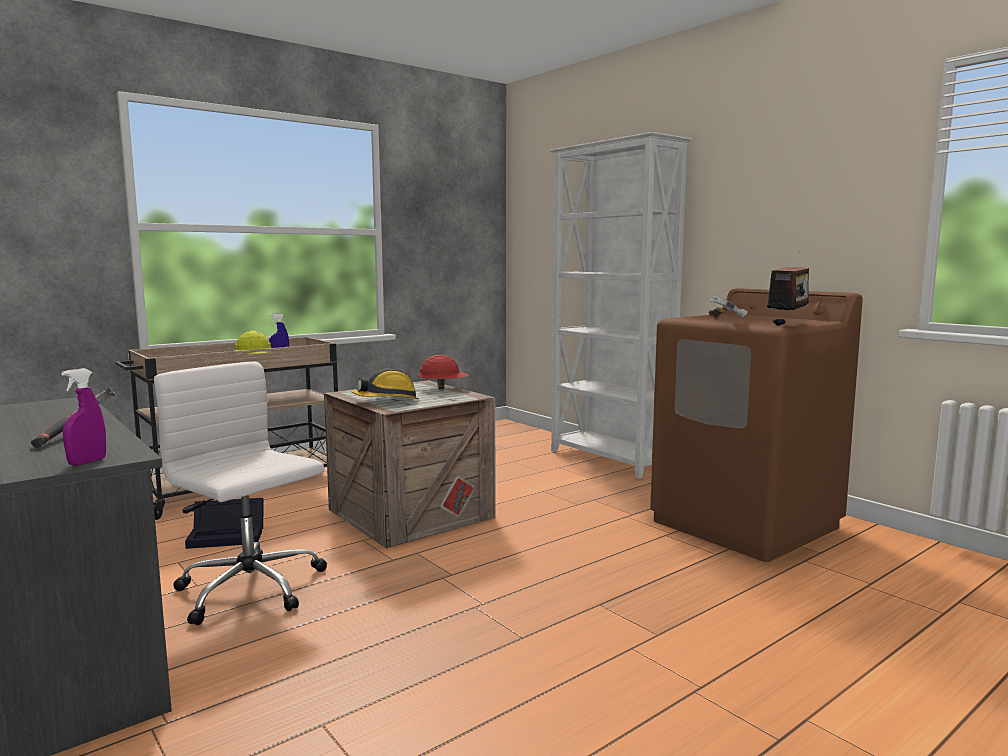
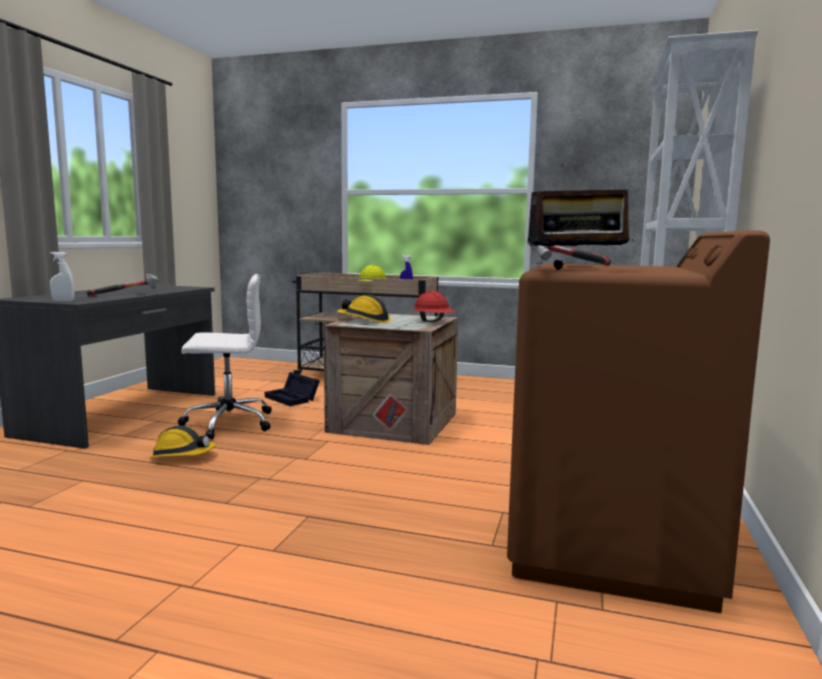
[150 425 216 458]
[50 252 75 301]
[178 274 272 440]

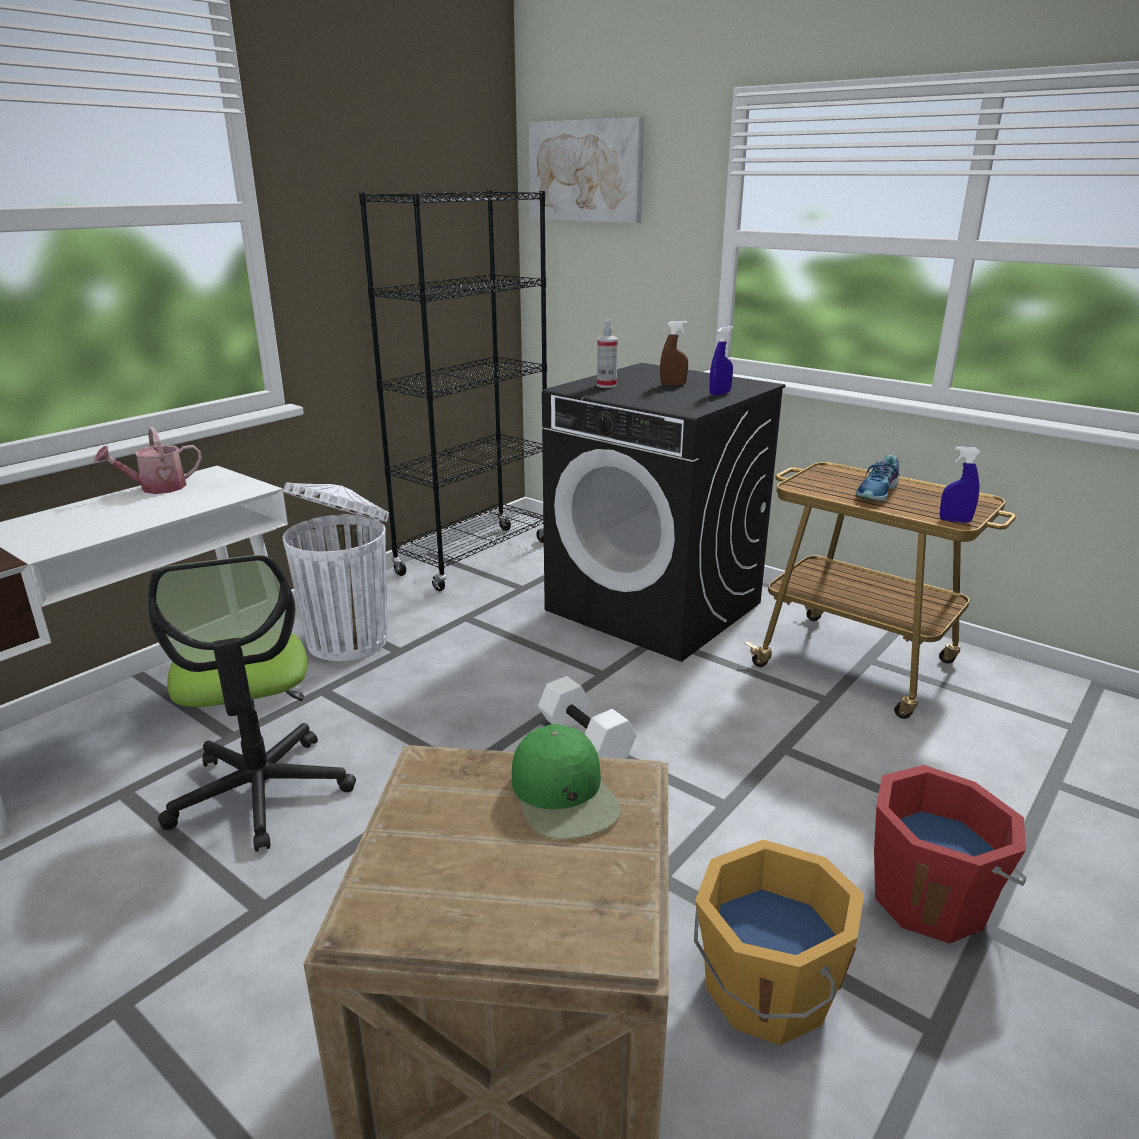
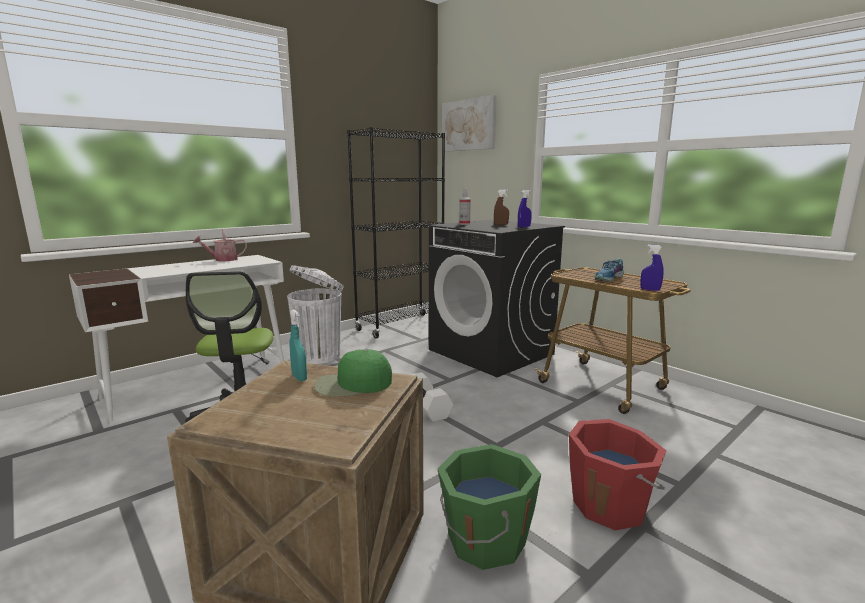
[290 309 307 381]
[437 444 541 570]
[314 349 392 397]

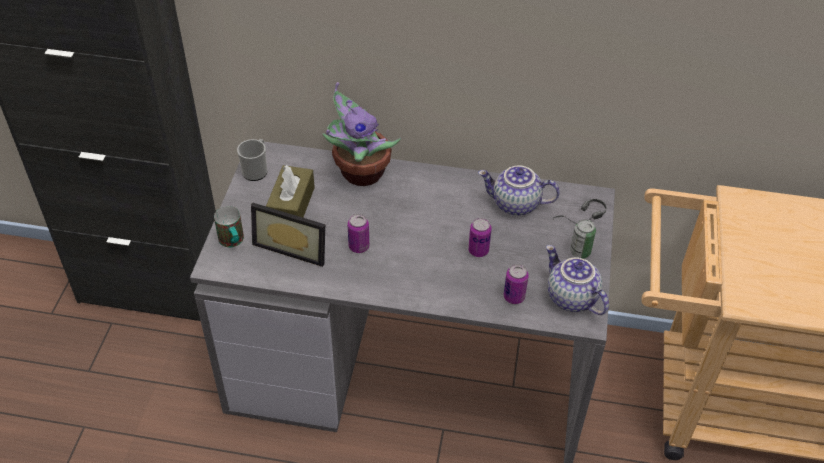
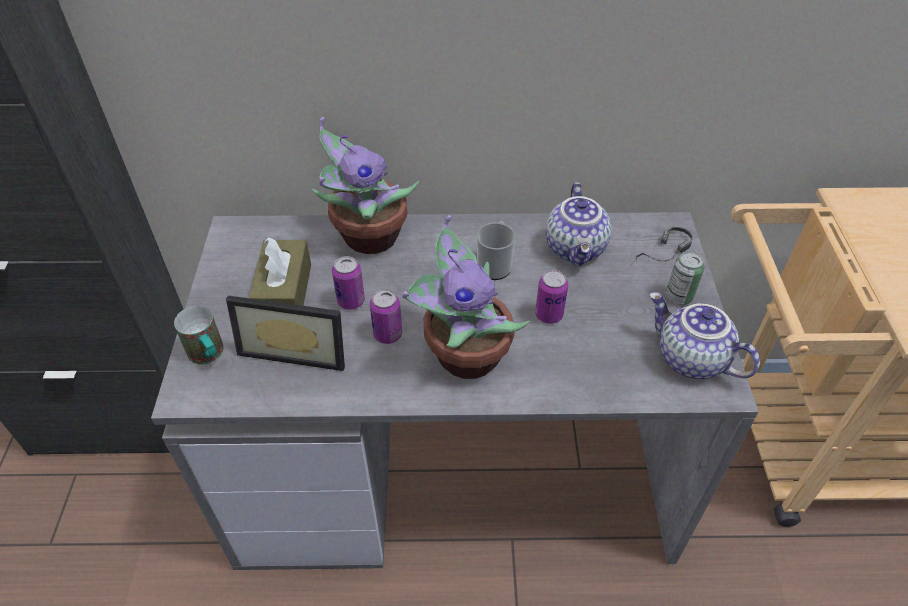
[402 215 530 379]
[476 221 516 280]
[332 256 365 310]
[546 182 611 266]

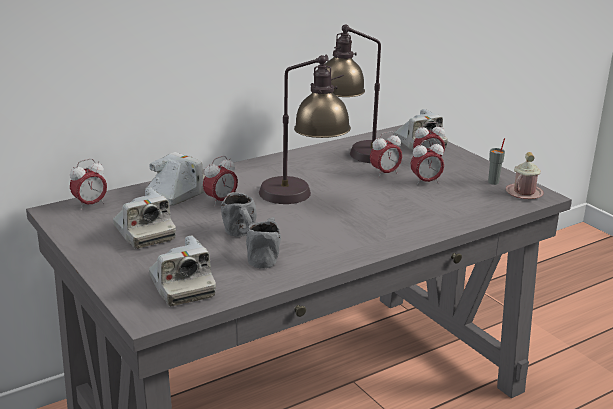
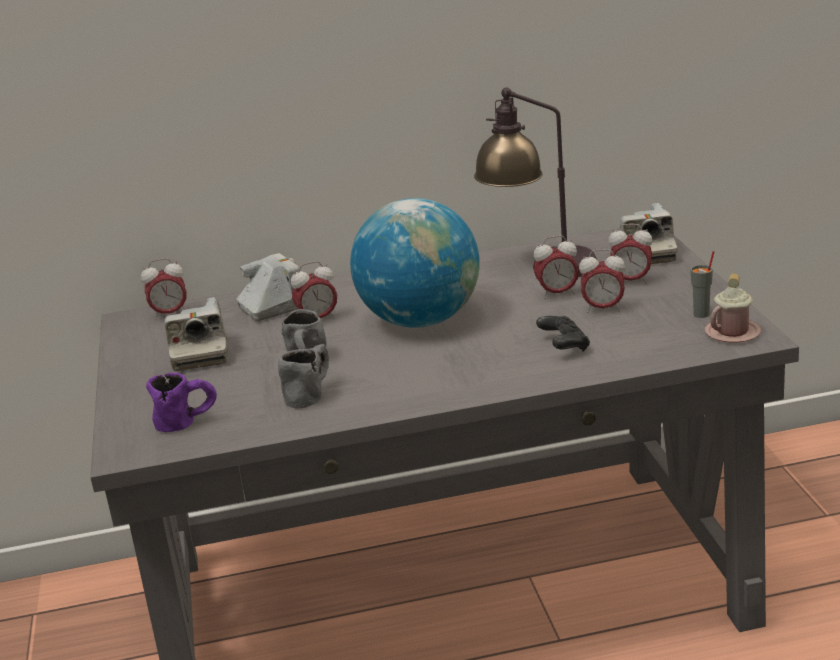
[536 316 590 352]
[146 373 217 432]
[350 198 480 328]

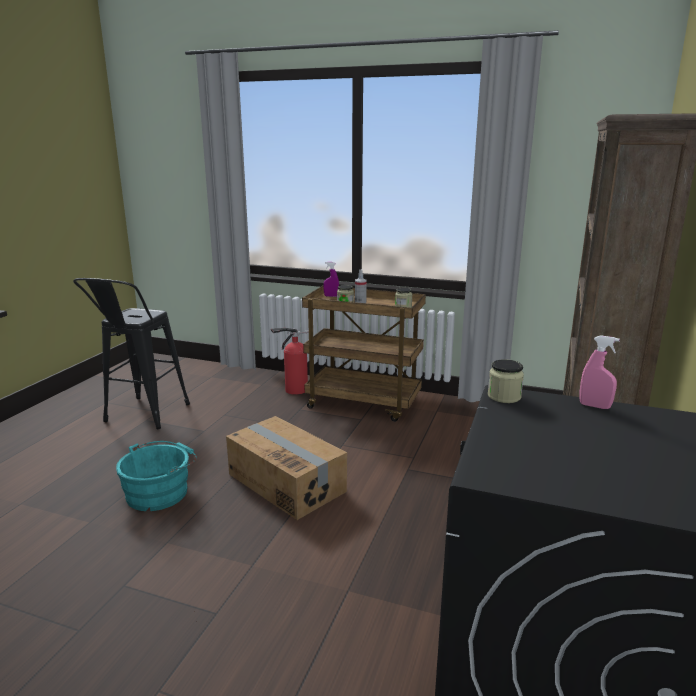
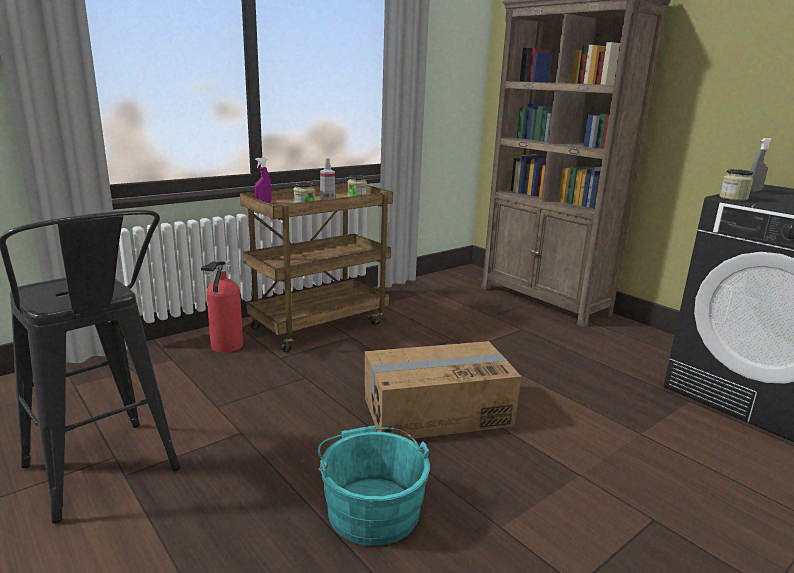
[750 138 773 192]

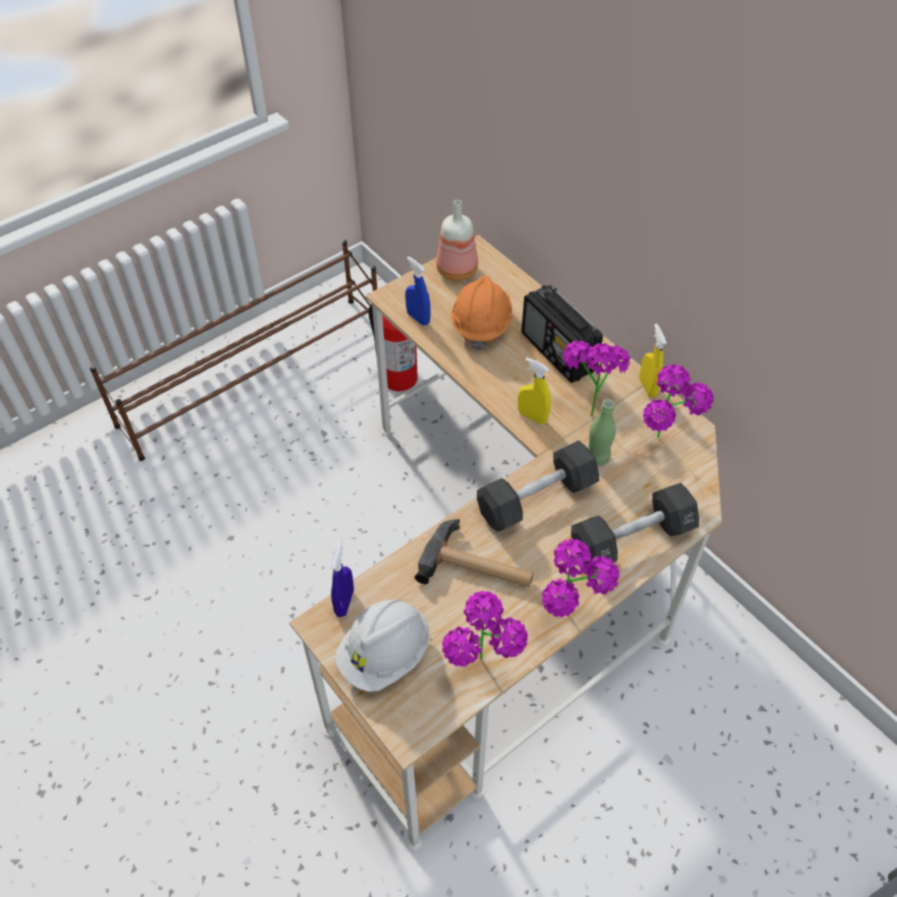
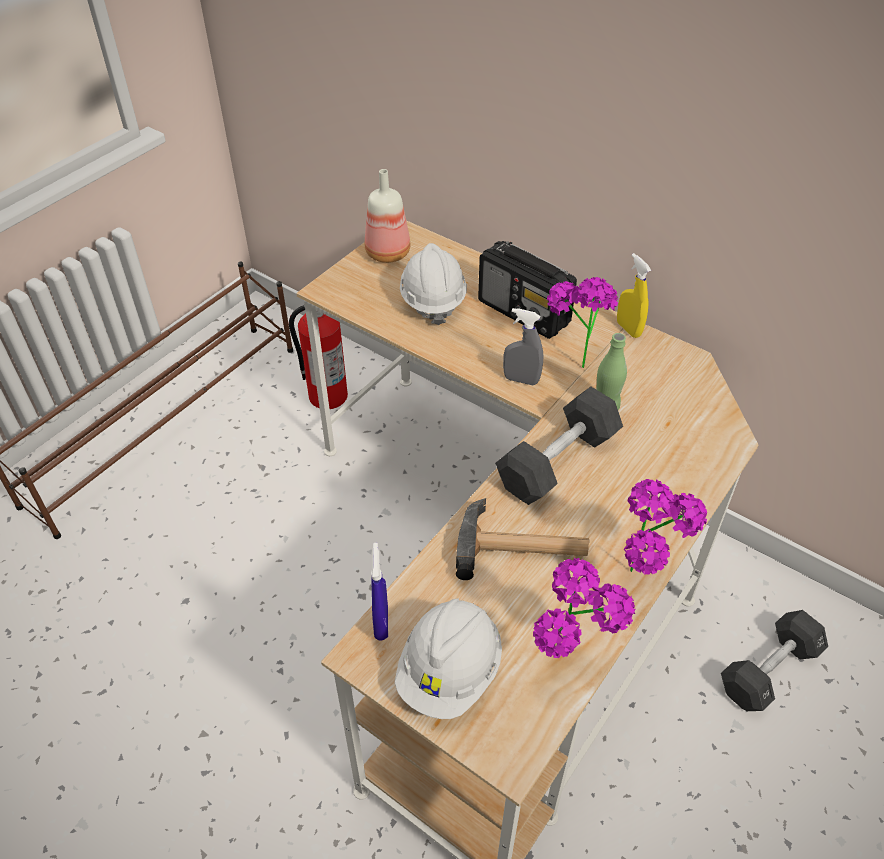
[405 256 431 326] (first image)
[643 364 714 438] (first image)
[721 610 828 711]
[400 243 467 325]
[503 308 543 385]

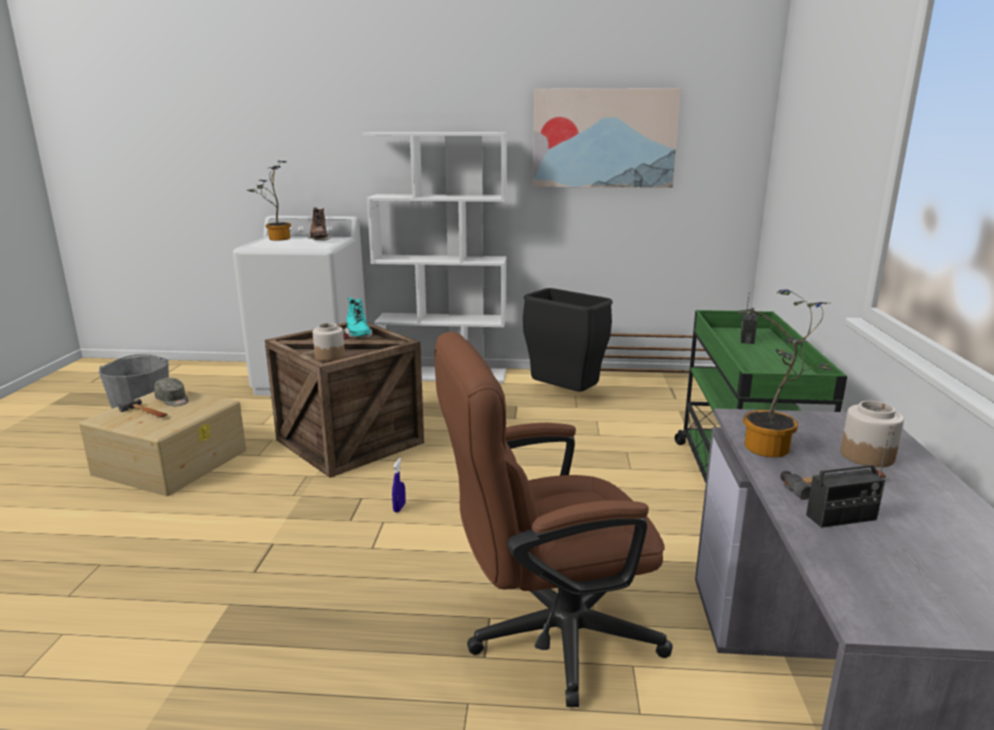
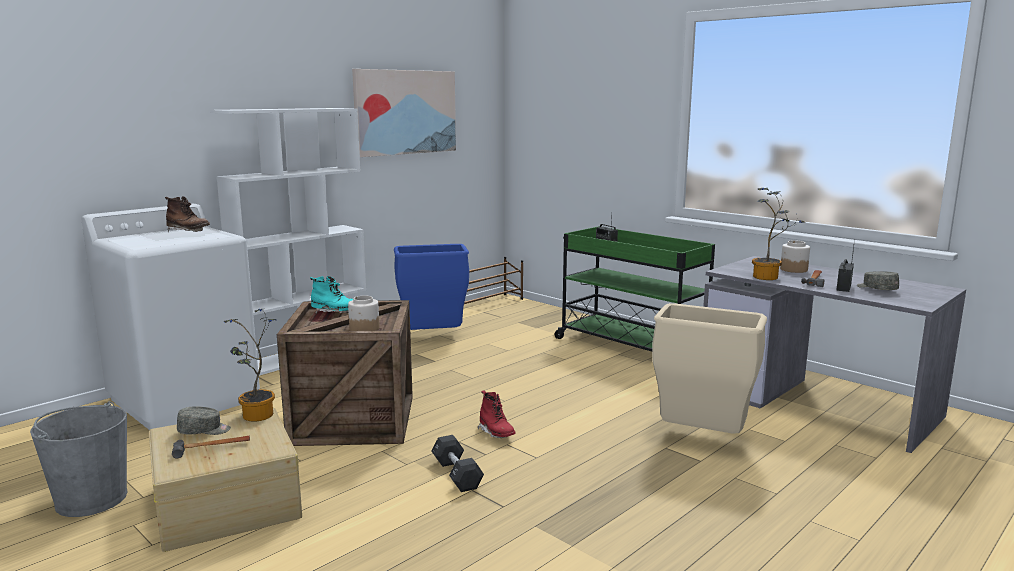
[432 435 484 492]
[857 271 899 290]
[224 309 276 421]
[478 390 515 438]
[652 303 767 434]
[394 244 469 330]

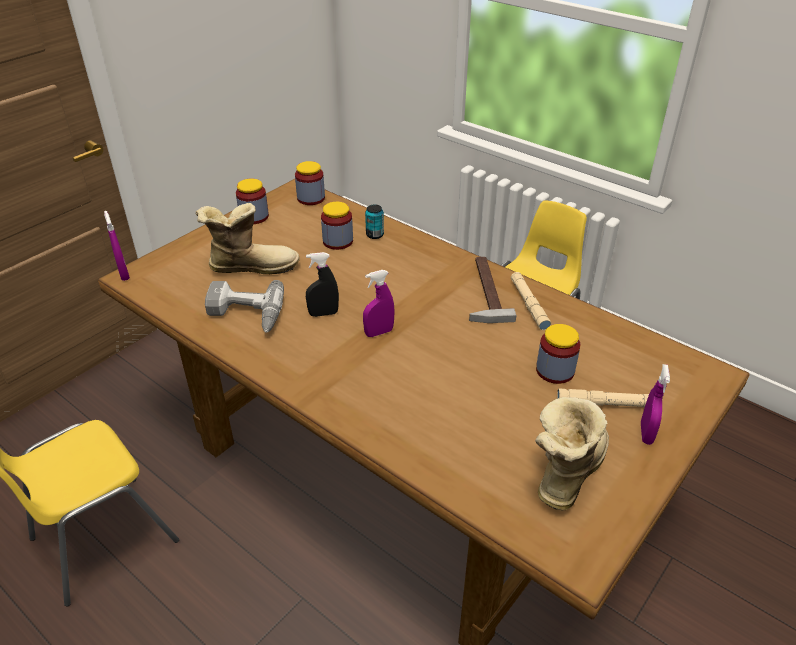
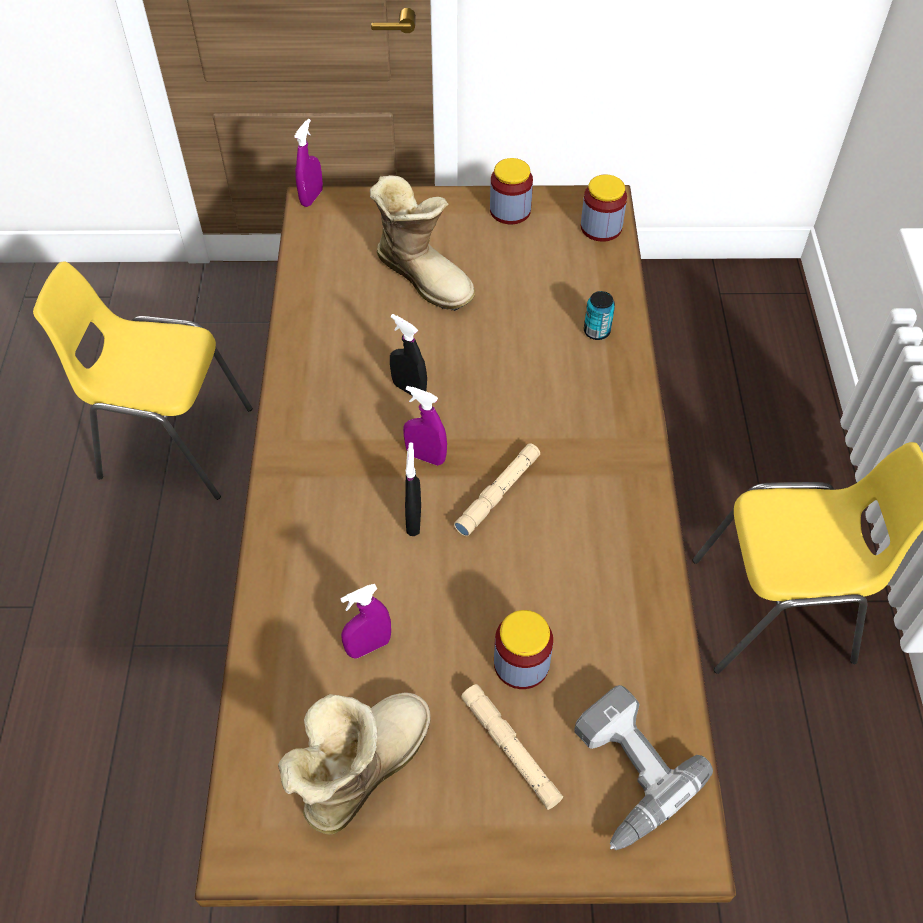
[321 202 353 250] (first image)
[469 257 516 323] (first image)
[405 442 421 536]
[574 685 713 850]
[454 443 540 536]
[340 584 391 659]
[278 692 431 835]

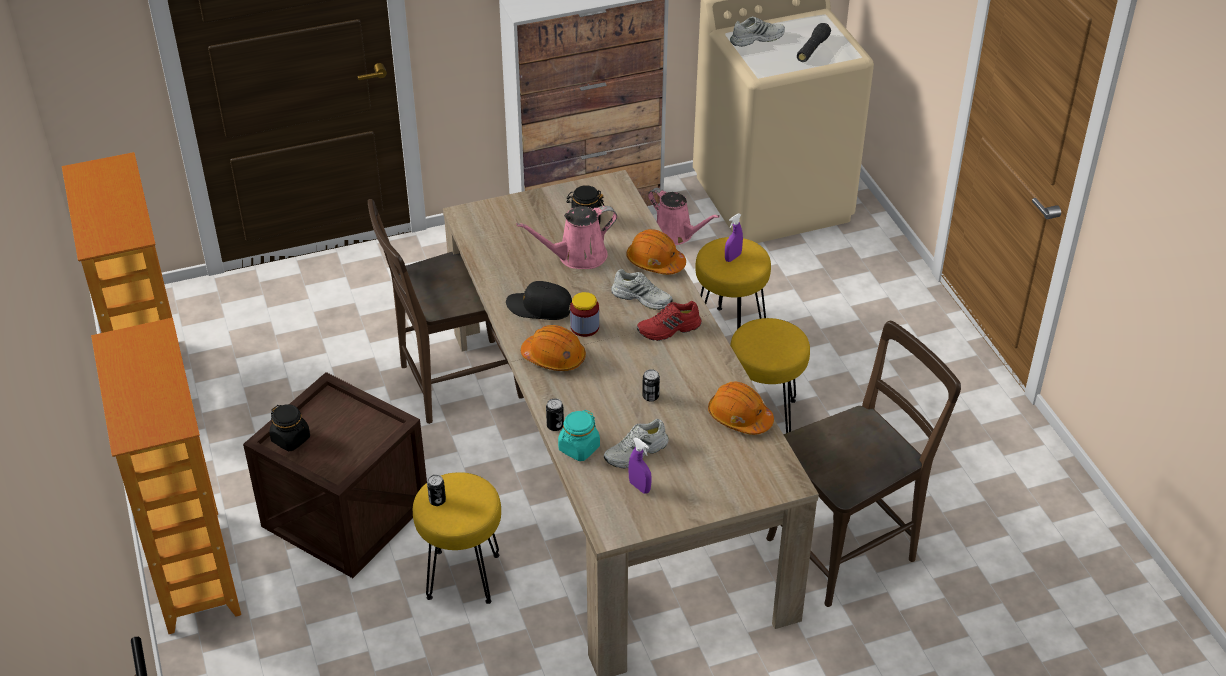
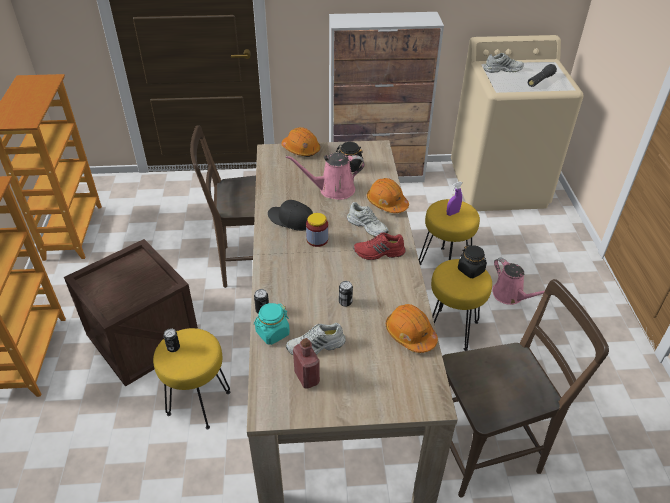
[458 245 487 278]
[281 127 320 157]
[492 257 545 305]
[293 338 320 388]

